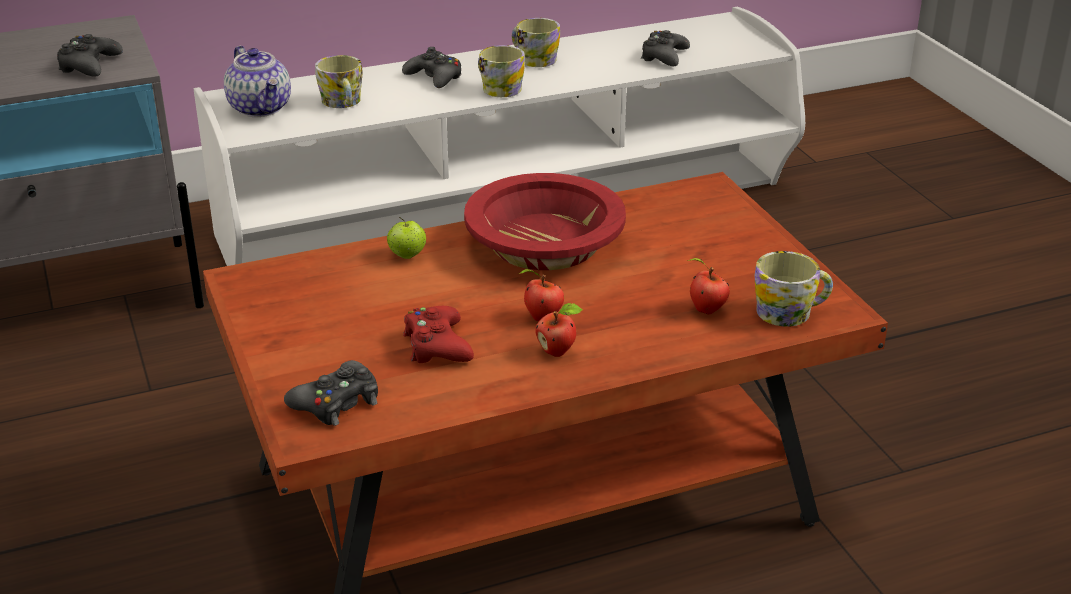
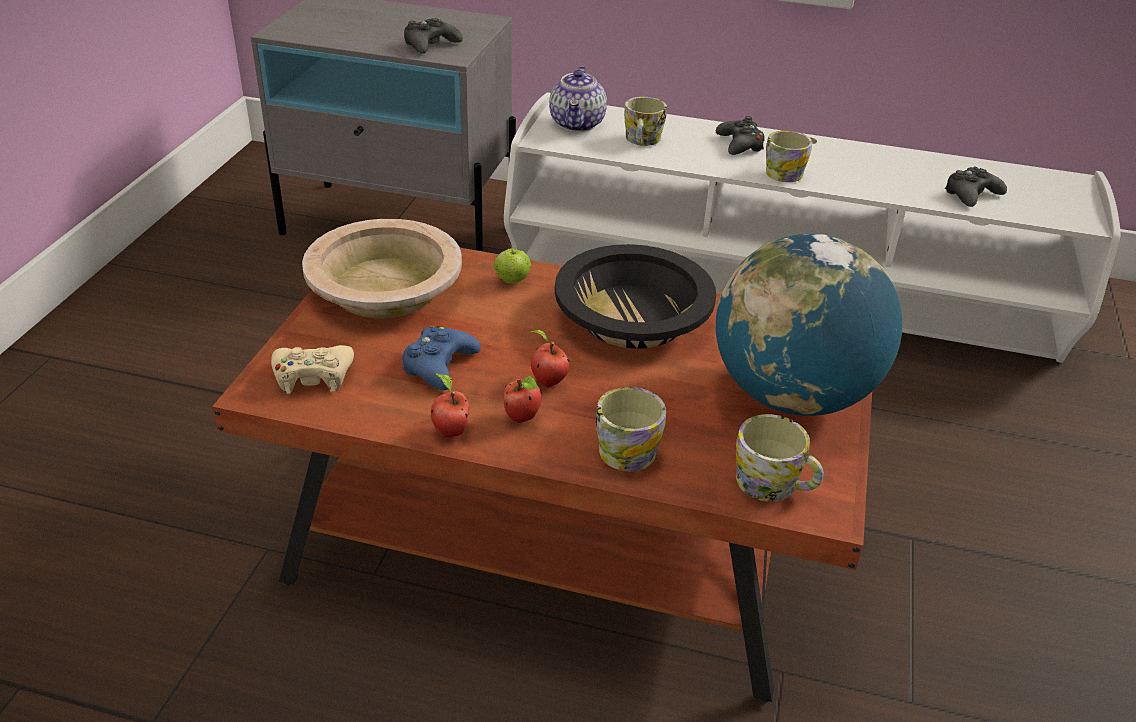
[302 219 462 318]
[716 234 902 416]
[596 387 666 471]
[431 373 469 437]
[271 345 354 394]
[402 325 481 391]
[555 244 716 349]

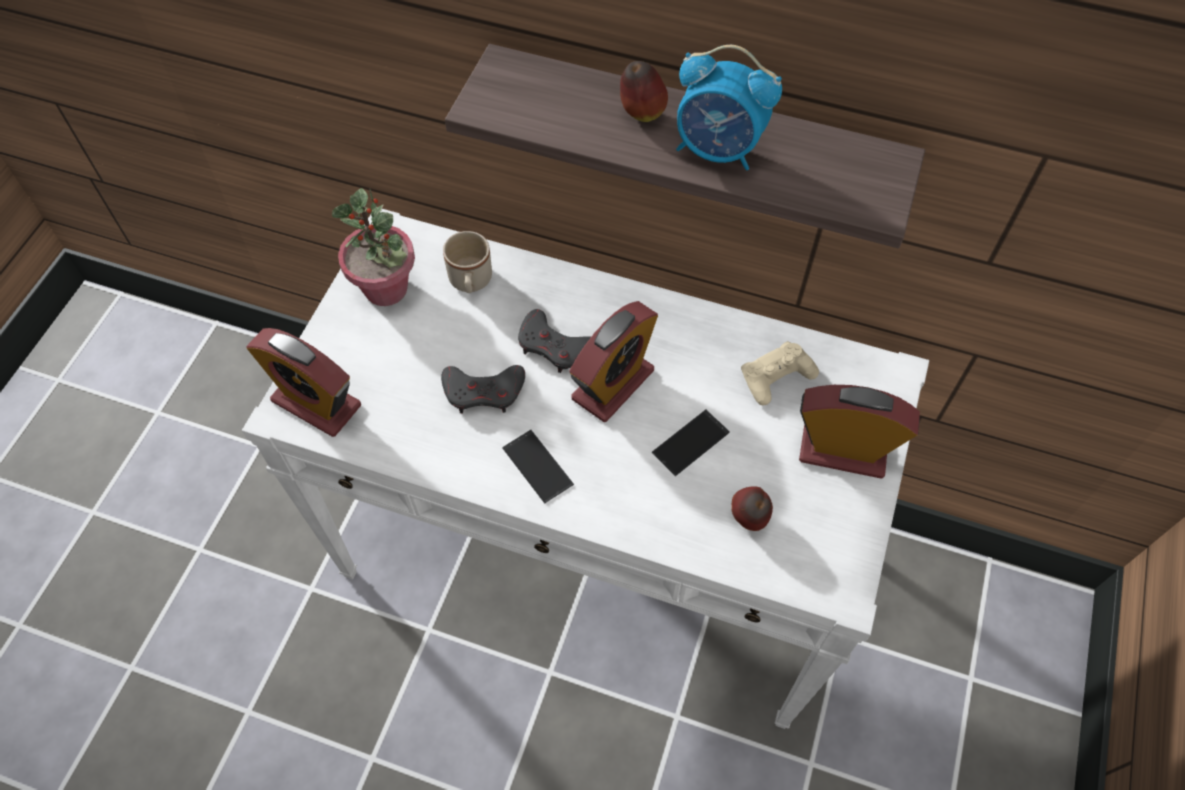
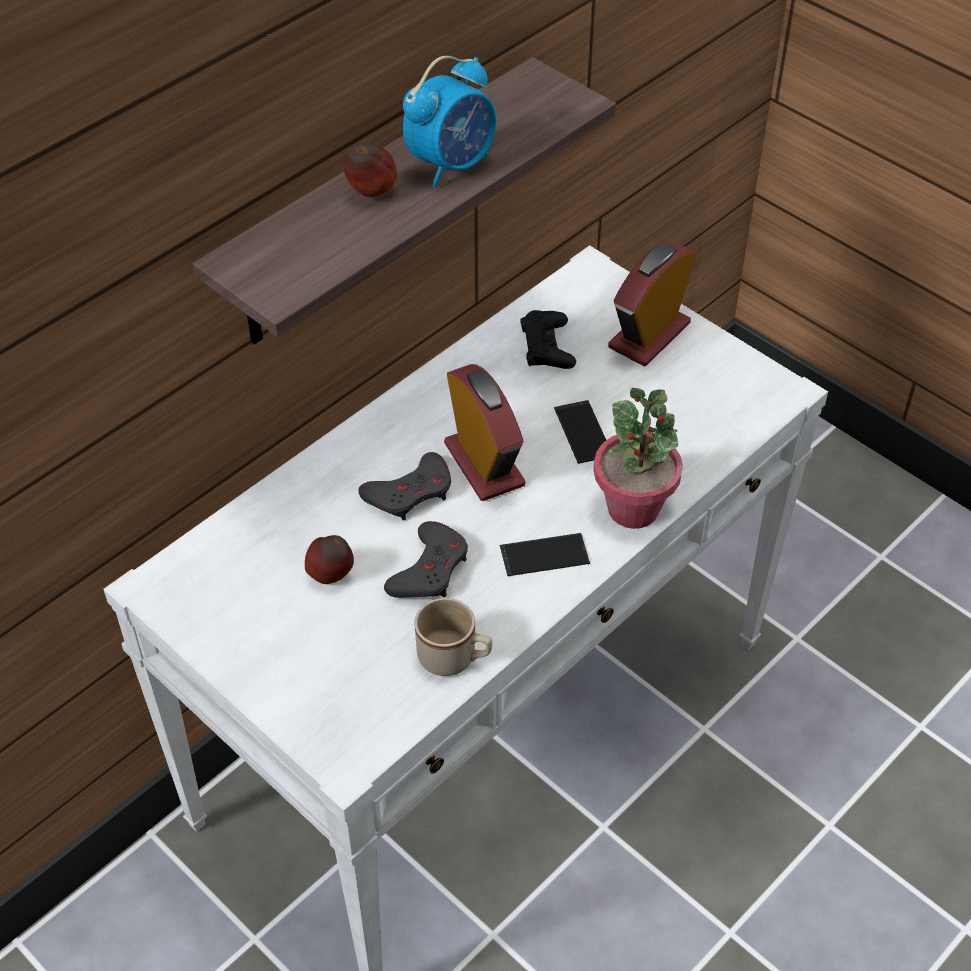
[246 328 361 437] (first image)
[594 388 683 529]
[414 598 492 676]
[305 535 354 584]
[520 310 576 369]

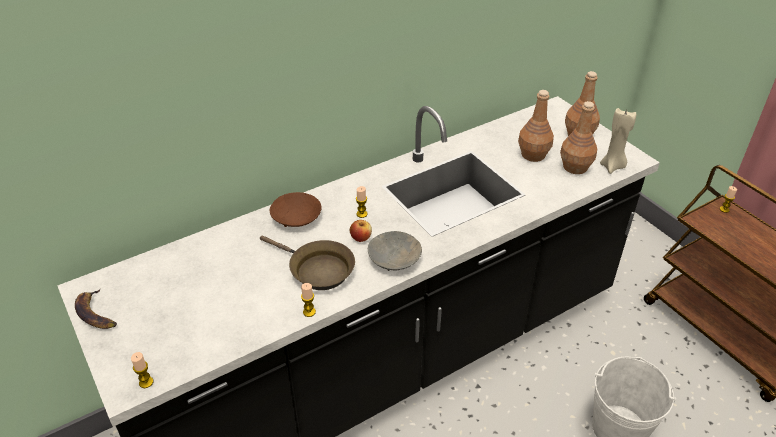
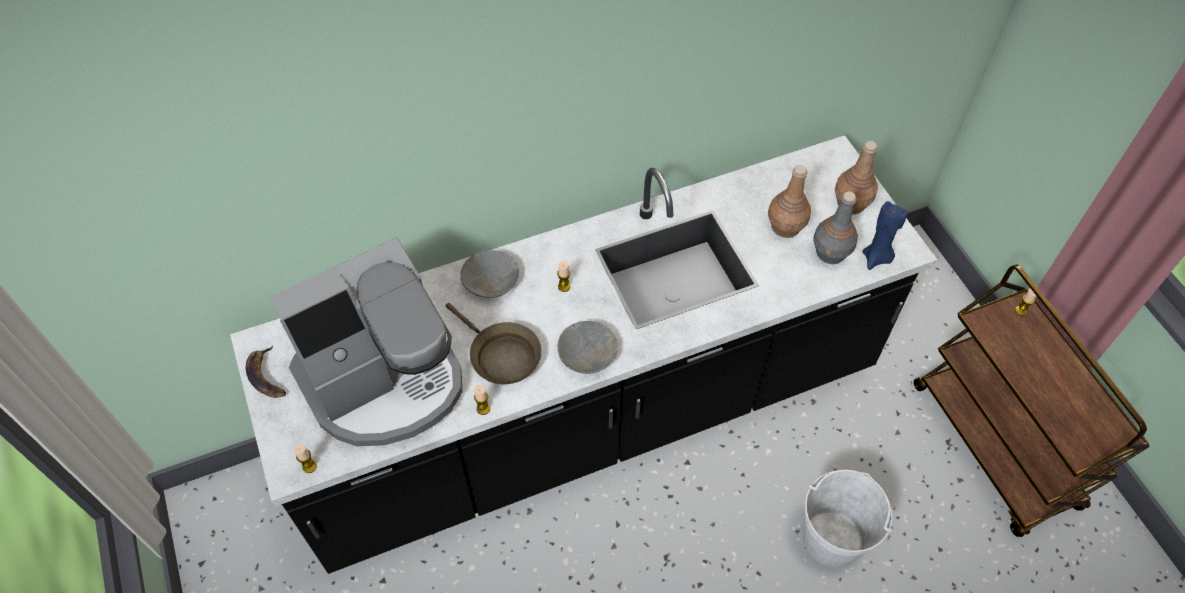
[349 220 372 242] (first image)
[270 238 462 446]
[461 250 519 298]
[813 192 858 264]
[862 201 908 270]

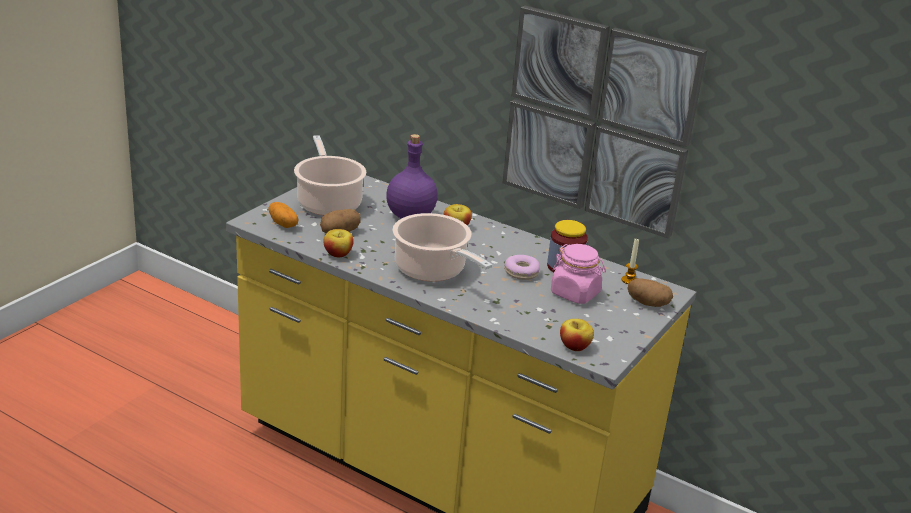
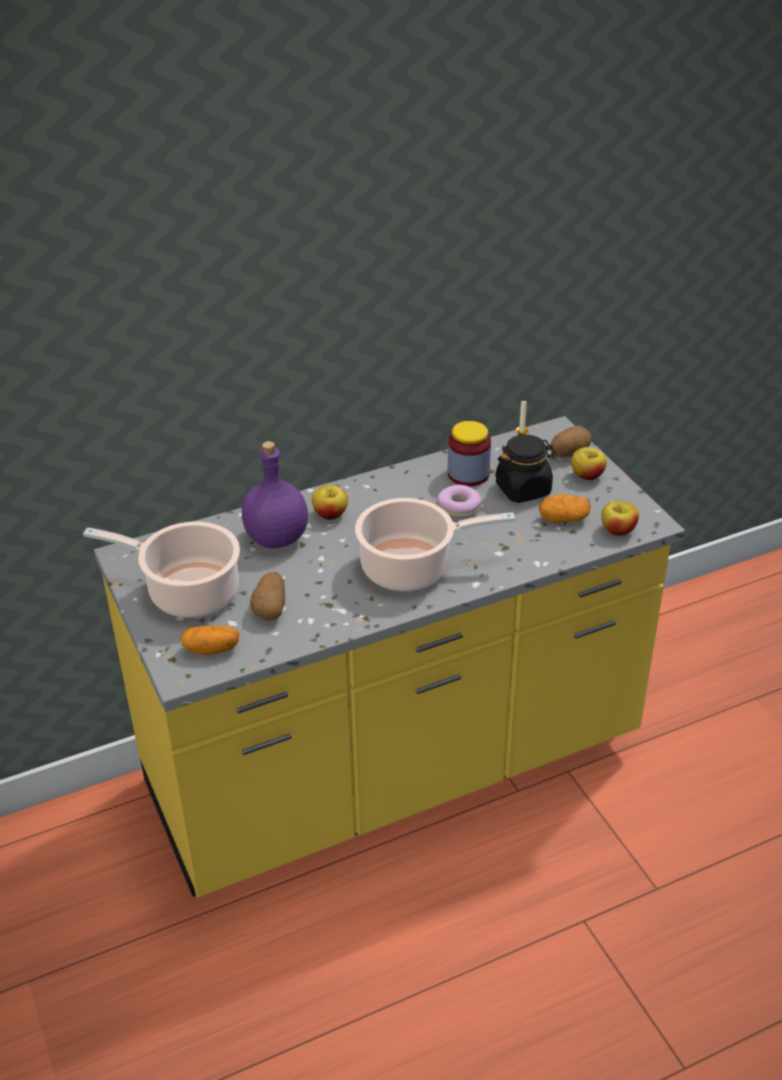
[502 5 707 238] (first image)
[539 494 591 523]
[571 447 607 480]
[495 435 556 503]

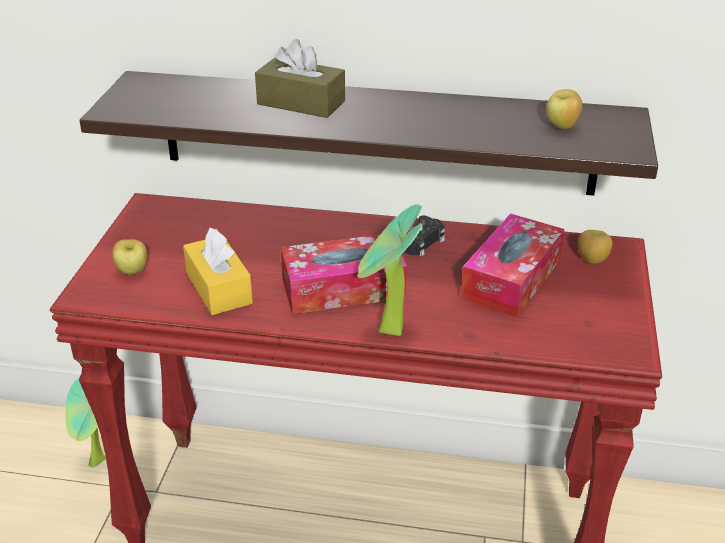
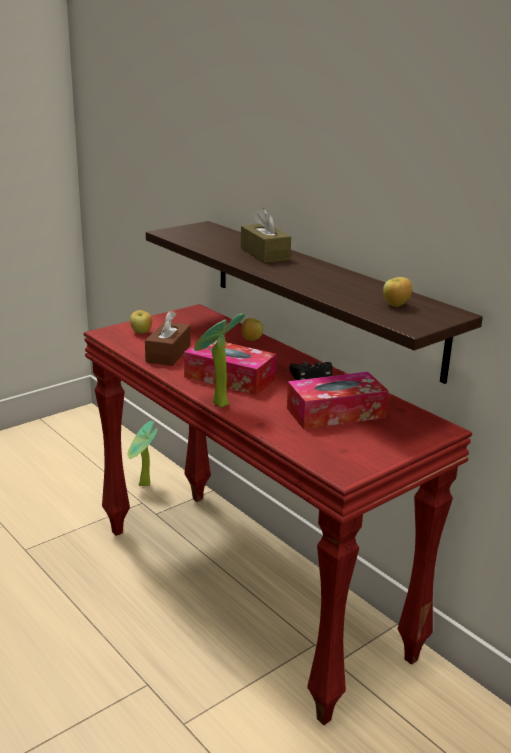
[242 318 263 341]
[145 311 190 366]

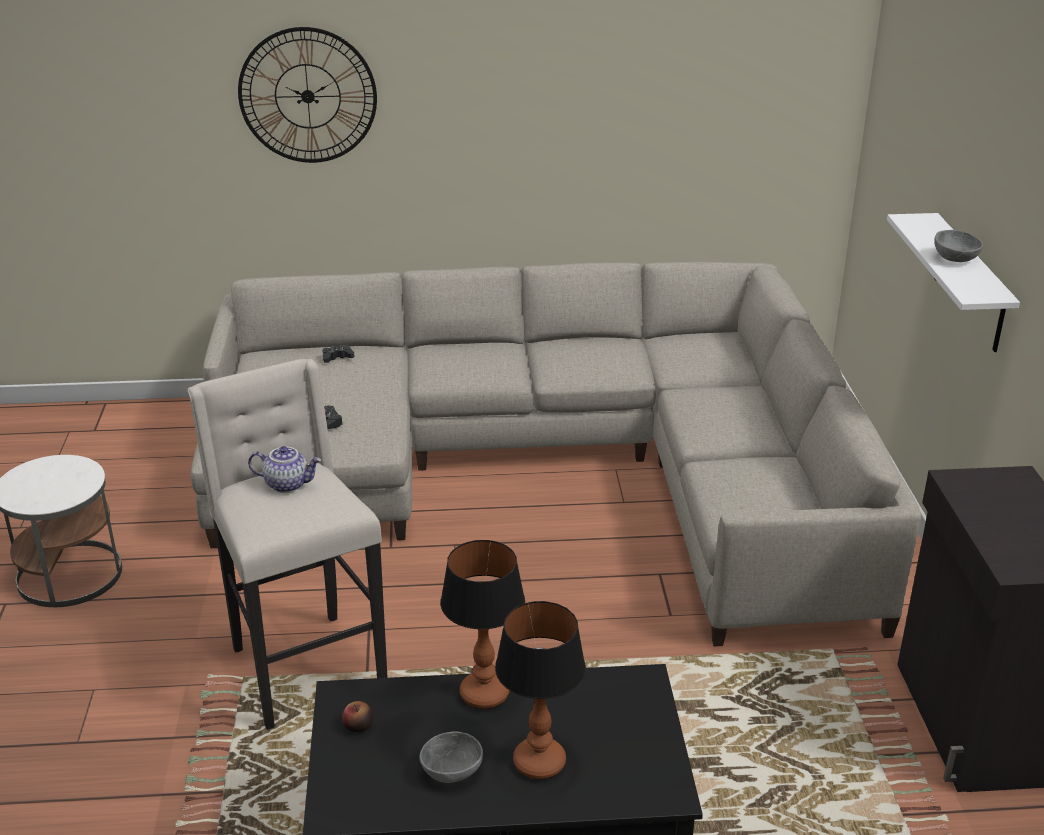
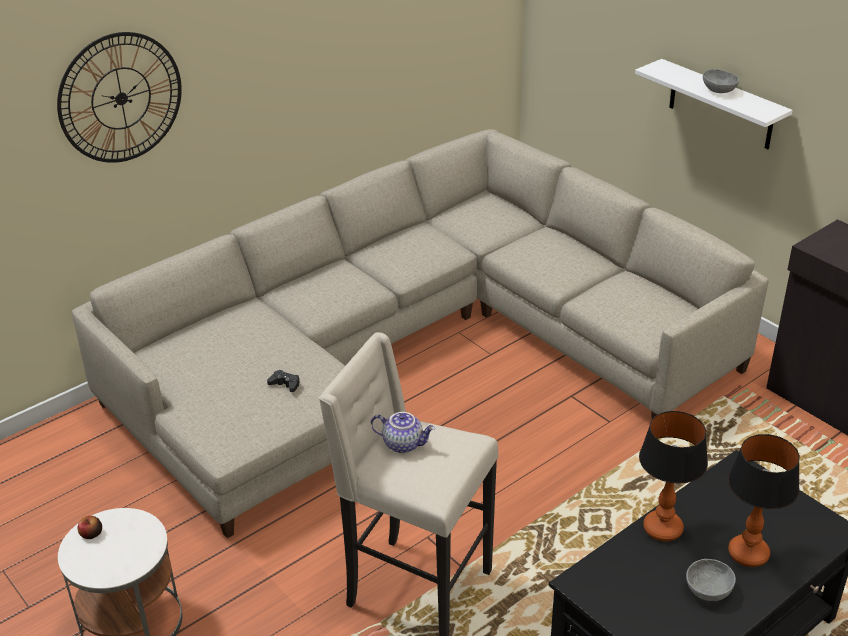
[322 344 354 363] (first image)
[78 516 102 539]
[371 412 435 453]

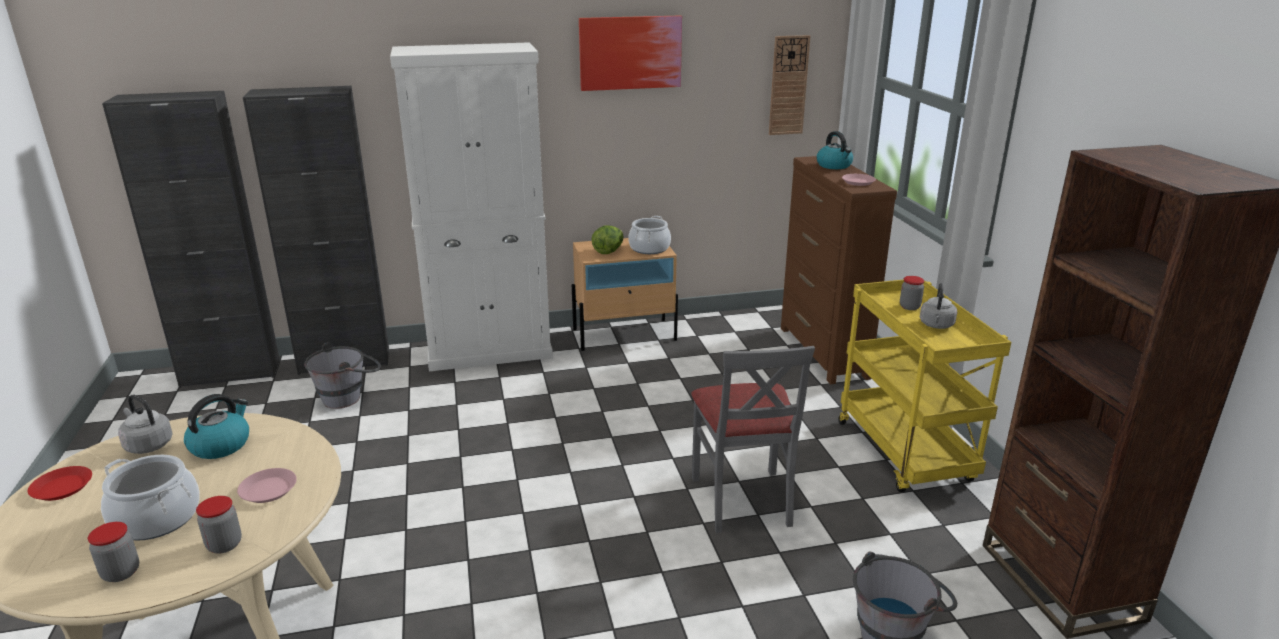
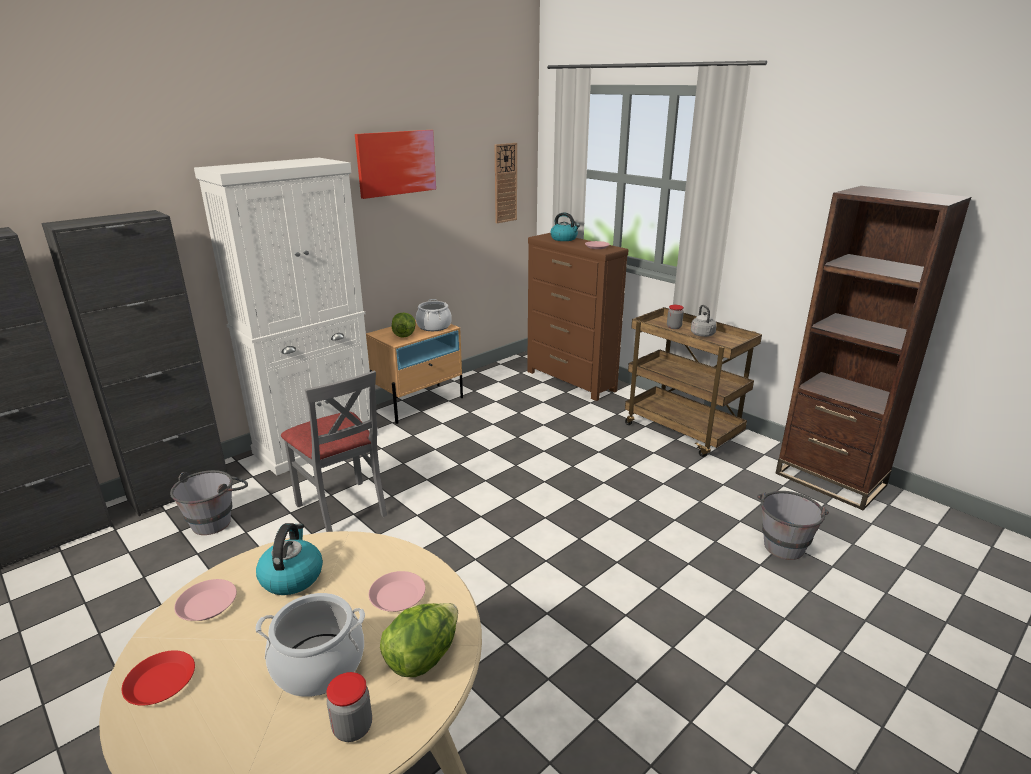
[281 370 387 532]
[174 579 237 621]
[380 603 458 677]
[625 307 762 457]

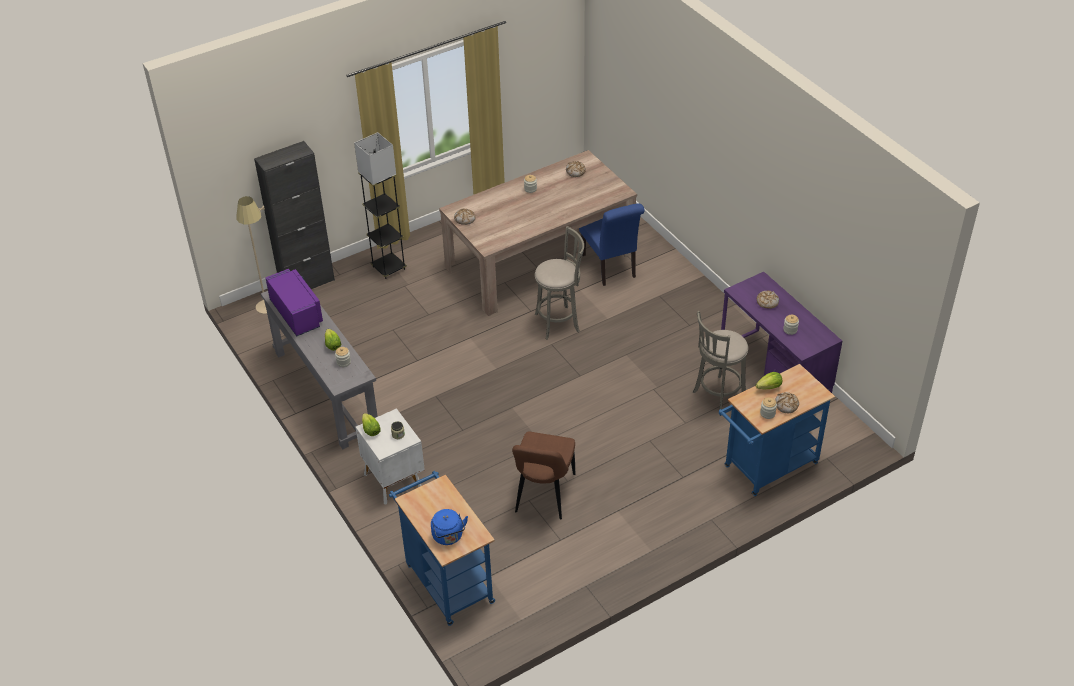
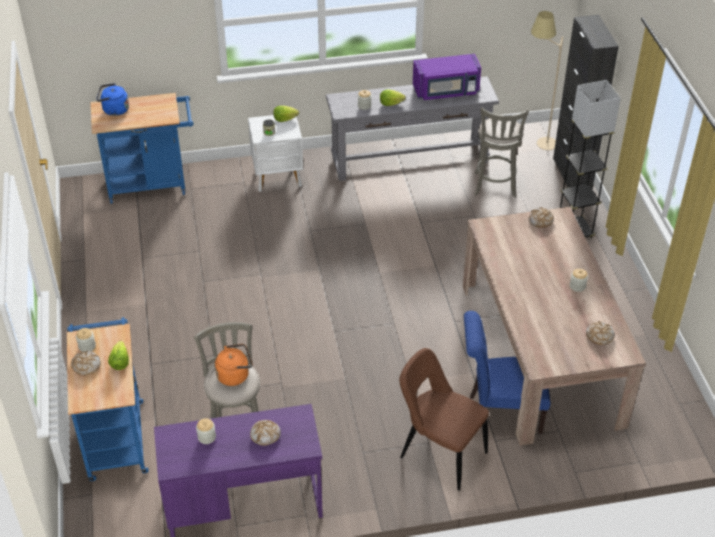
[215 344 252 386]
[399 348 489 491]
[474 107 529 197]

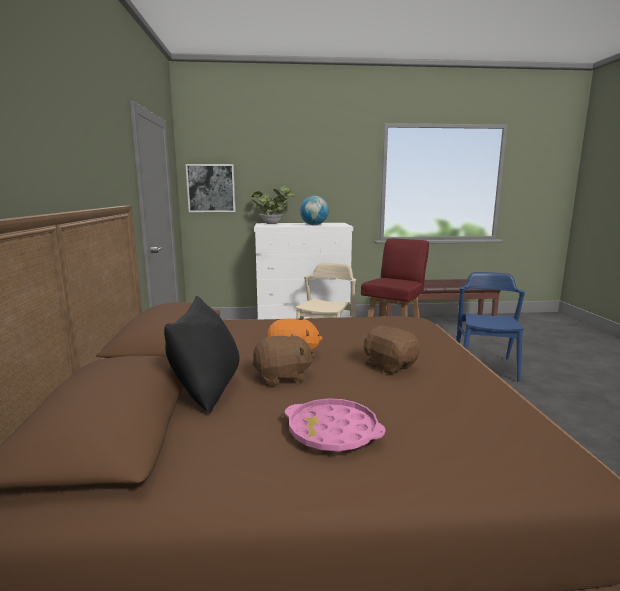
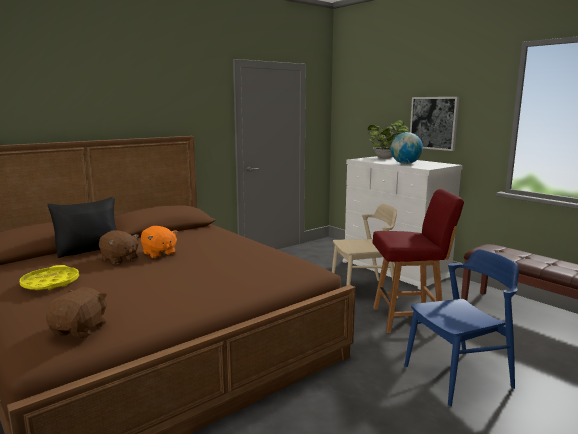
[410 97 459 151]
[46 287 107 338]
[20 265 79 290]

